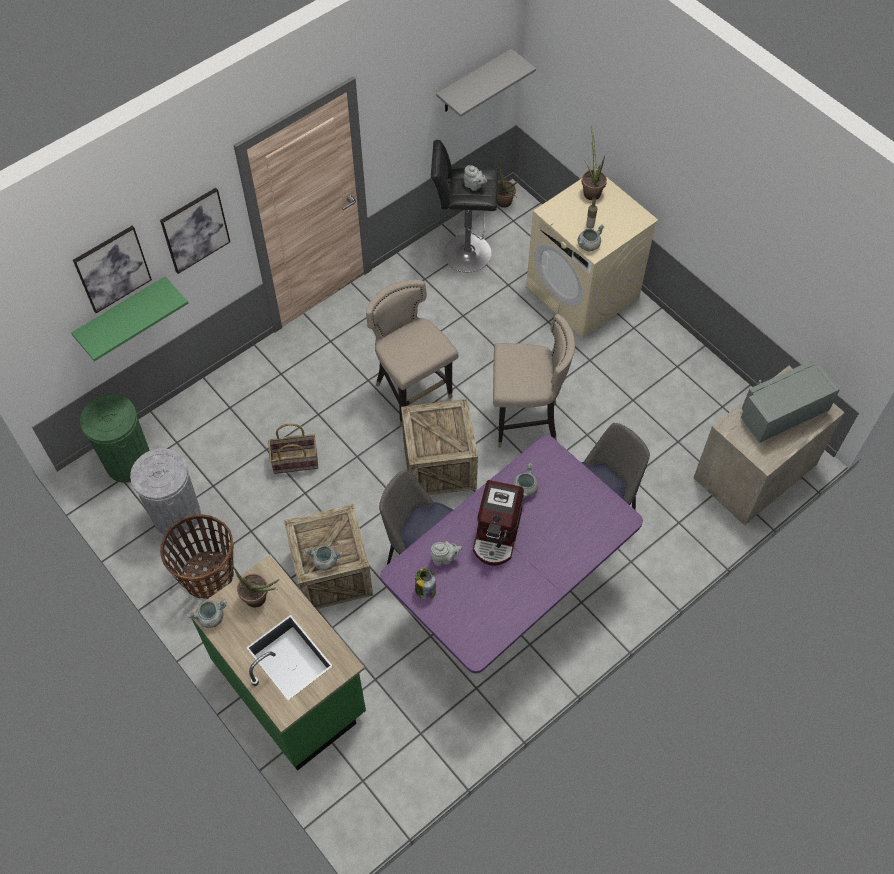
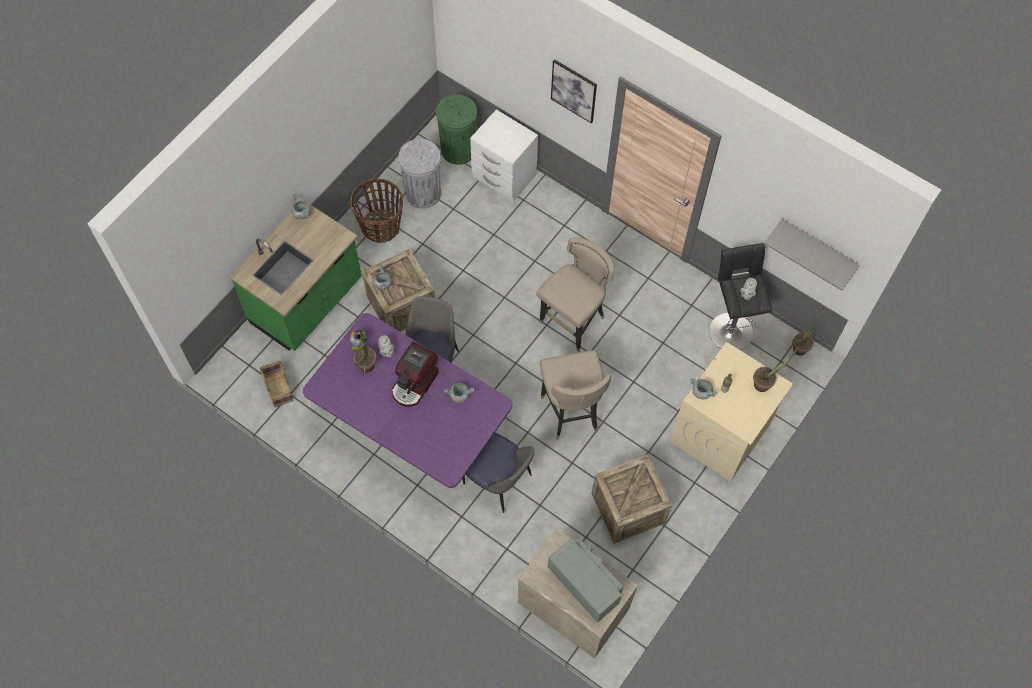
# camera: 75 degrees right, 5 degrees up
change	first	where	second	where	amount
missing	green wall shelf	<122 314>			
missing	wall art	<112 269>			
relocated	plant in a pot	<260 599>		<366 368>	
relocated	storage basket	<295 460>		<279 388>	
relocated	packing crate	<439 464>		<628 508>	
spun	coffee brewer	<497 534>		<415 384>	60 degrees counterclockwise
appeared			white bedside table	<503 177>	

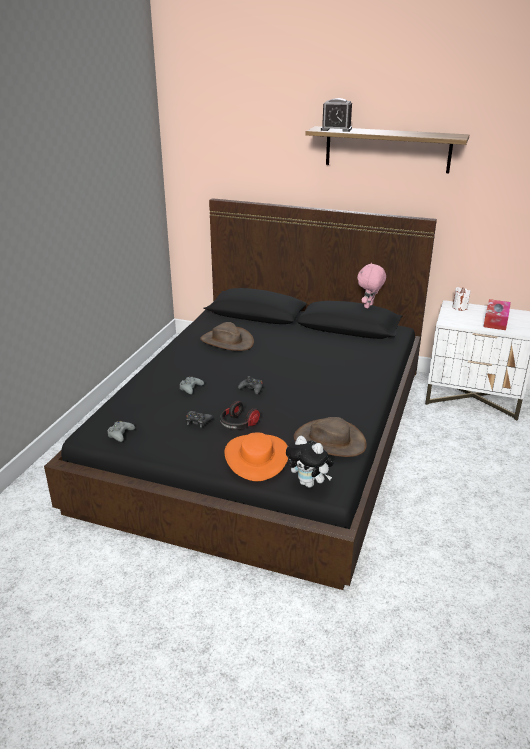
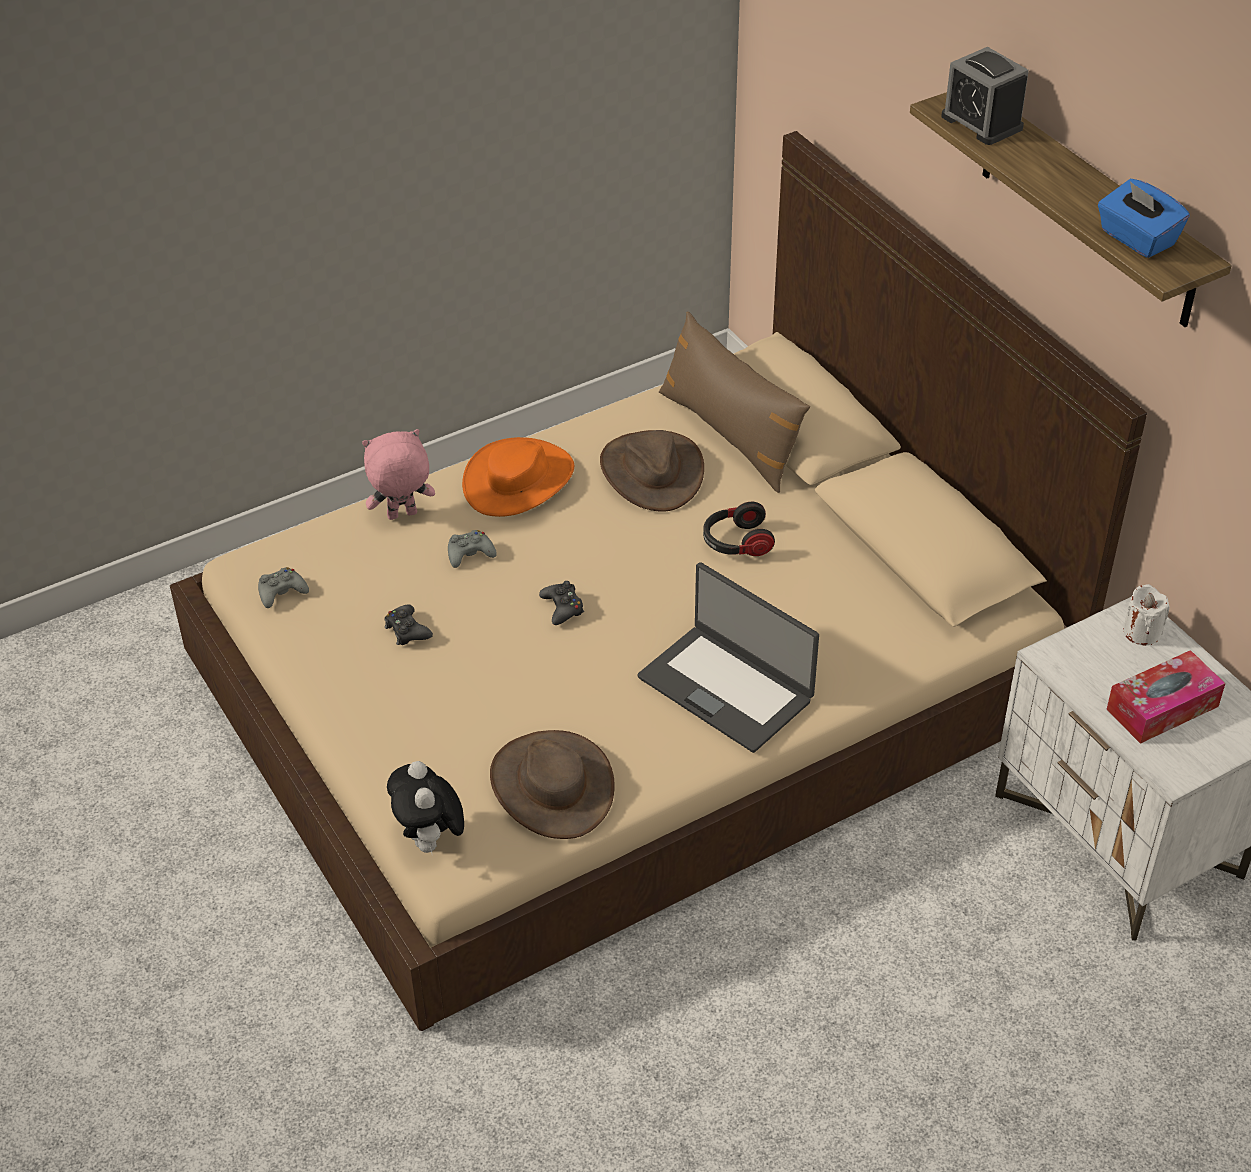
# camera: 40 degrees right, 15 degrees up
change	first	where	second	where	amount
colour	black-coloured bedroom bed	<266 432>	sand-coloured bedroom bed	<630 686>	
relocated	headset	<238 425>		<736 543>	
relocated	orange-coloured hat	<257 457>		<519 480>	
relocated	pink-coloured plush toy	<369 306>		<402 516>	
appeared			portable computer	<726 687>	
appeared			brown-coloured pillow	<730 435>	
appeared			blue-coloured tissue holder	<1136 239>	

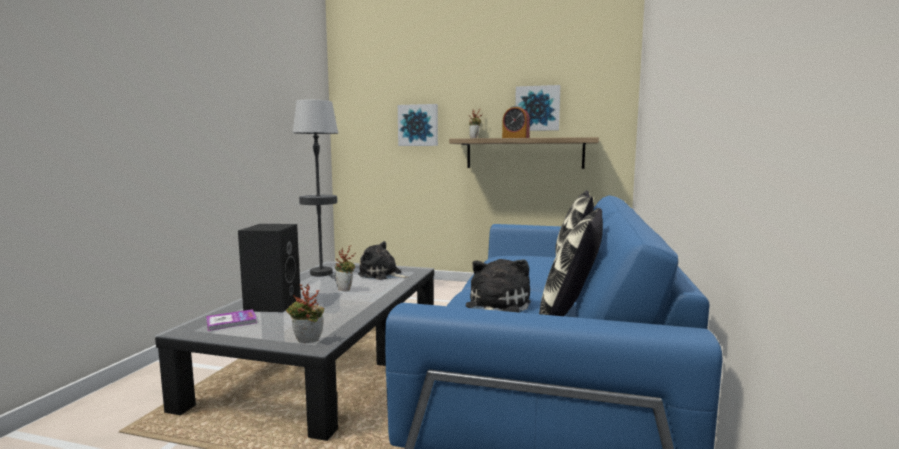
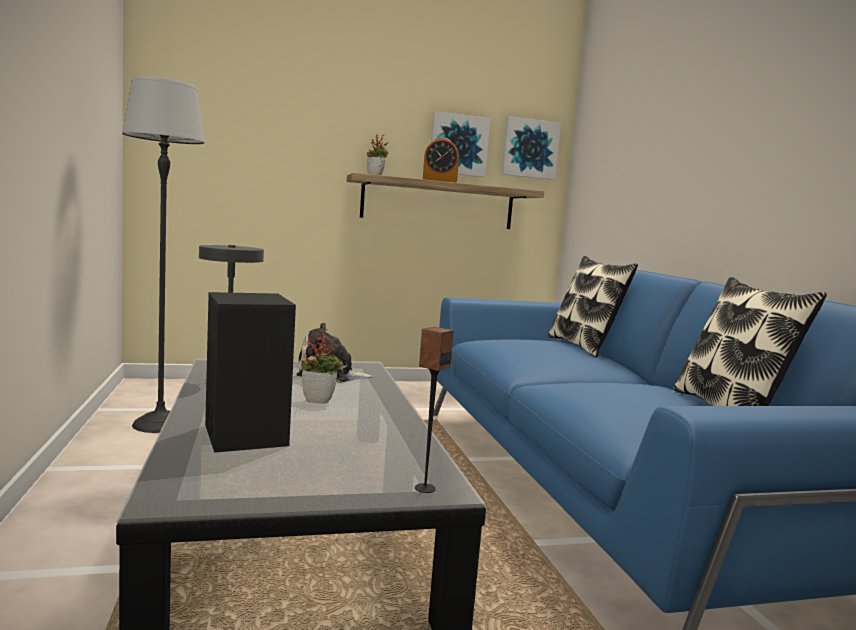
# camera: 30 degrees left, 0 degrees up
change	first	where	second	where	amount
missing	book	<231 321>			
exchanged	plant in a pot	<307 342>	speaker	<424 488>	
relocated	wall art	<418 125>		<529 148>	
missing	plush toy	<495 307>			

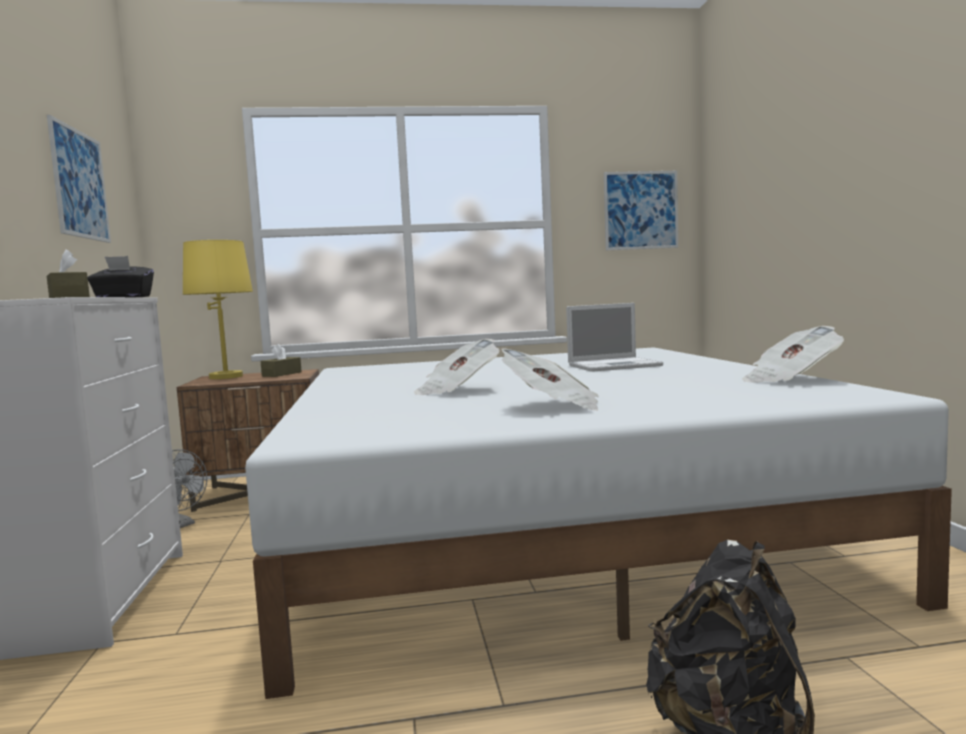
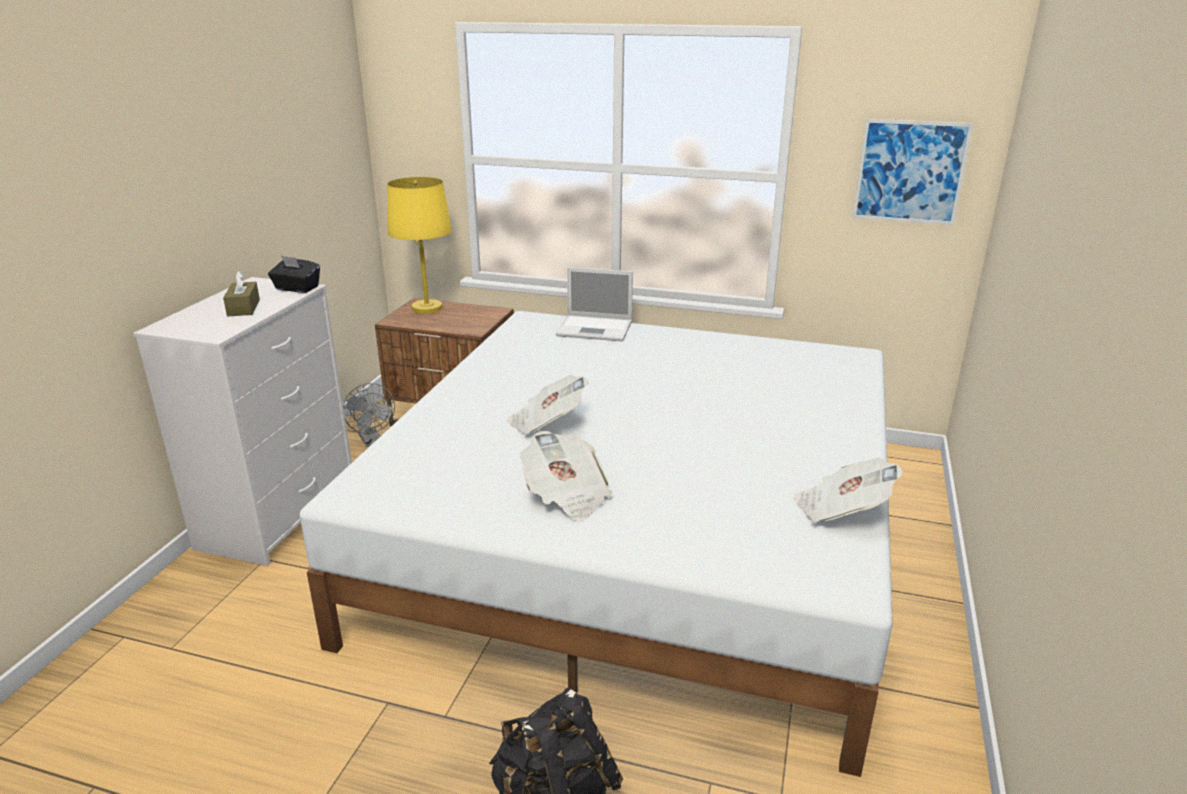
# camera: 25 degrees right, 20 degrees up
change	first	where	second	where	amount
missing	wall art	<80 184>			
missing	brown-coloured tissue holder	<282 374>			
relocated	portable computer	<615 365>		<596 329>	

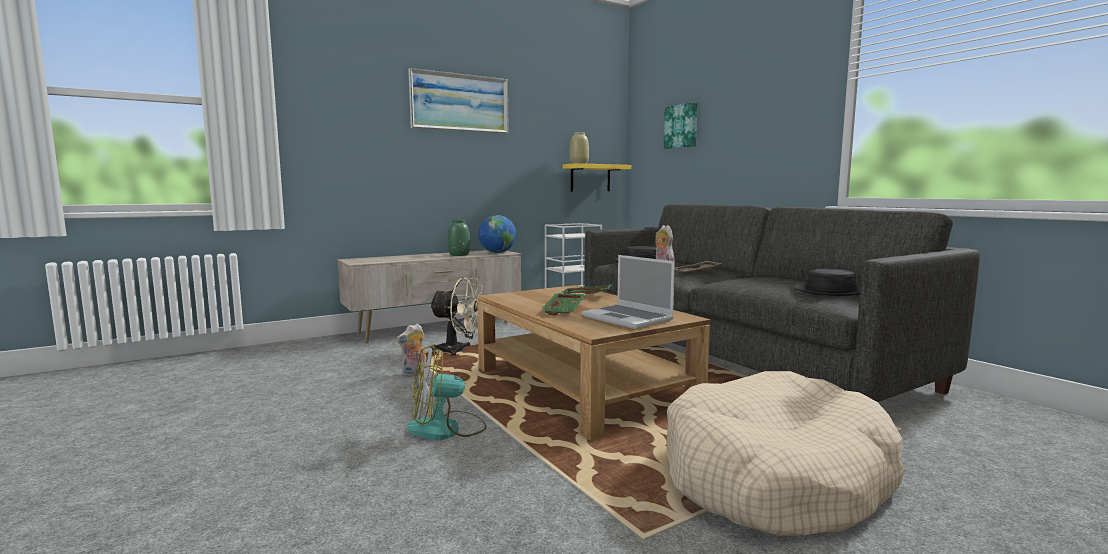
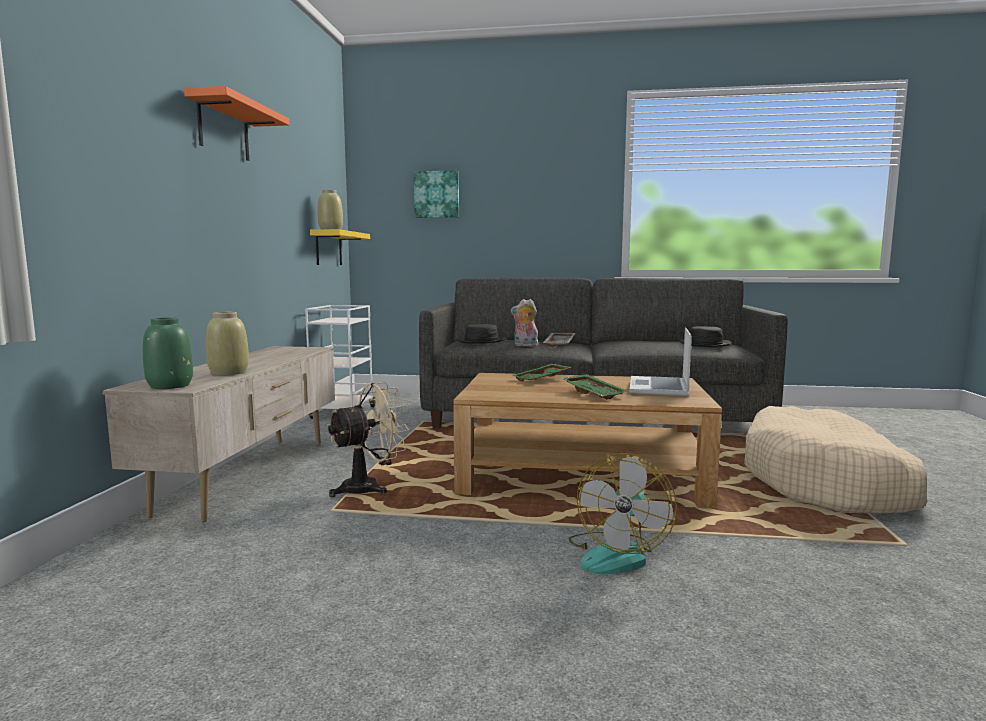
# camera: 50 degrees left, 0 degrees up
change	first	where	second	where	amount
missing	plush toy	<414 374>			
exchanged	wall art	<460 103>	orange-coloured wall shelf	<223 129>	
relocated	green decorative vase	<459 255>		<169 386>	
missing	globe	<497 253>			
spun	portable computer	<628 318>		<659 388>	105 degrees clockwise
appeared			sand-coloured decorative vase	<229 373>	

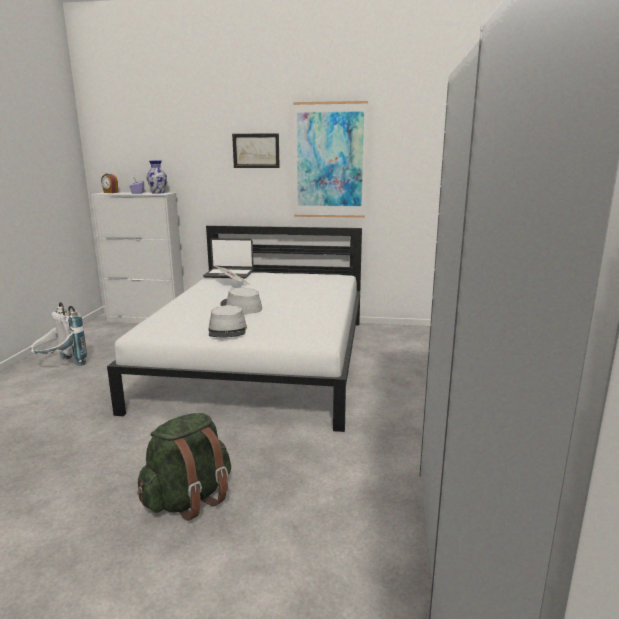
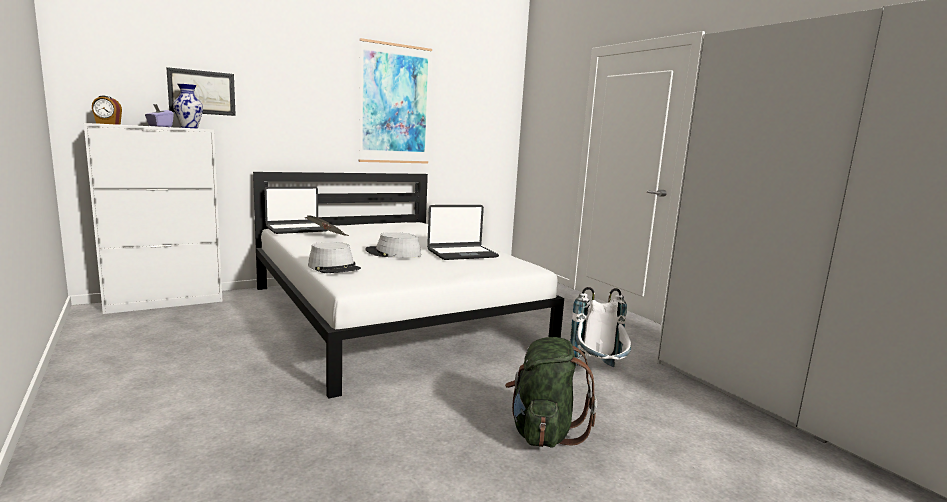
# camera: 40 degrees left, 5 degrees down
change	first	where	second	where	amount
relocated	white knapsack	<61 366>		<598 373>	
relocated	greyish hat	<227 330>		<334 267>	
relocated	wall art	<256 150>		<202 92>	
appeared			portable computer	<462 253>	

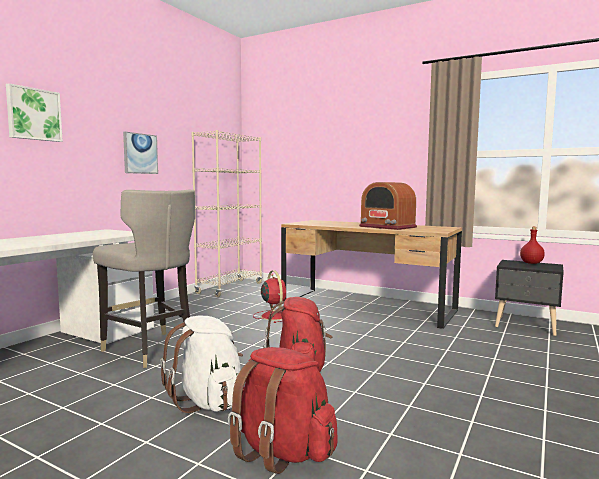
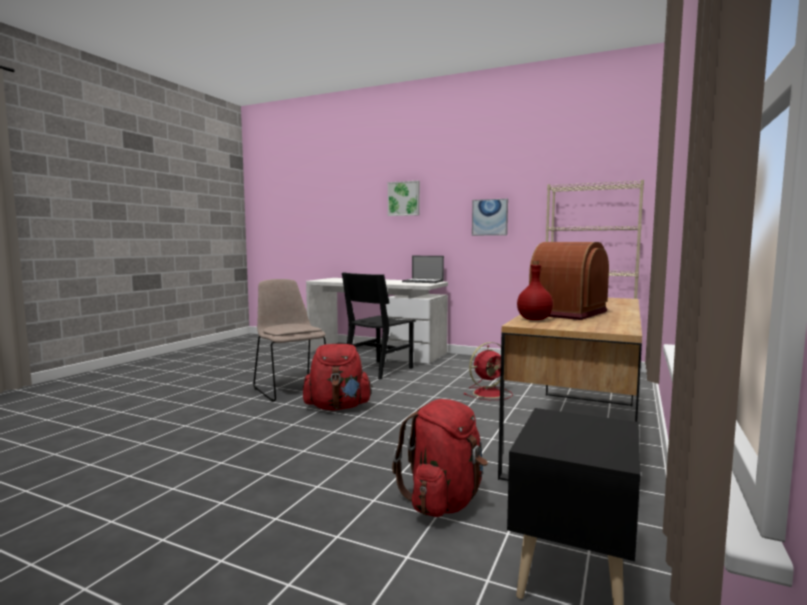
# camera: 85 degrees right, 0 degrees up
change	first	where	second	where	amount
exchanged	greyish stool	<151 350>	black-coloured upright chair	<379 369>	
exchanged	white knapsack	<208 401>	sand-coloured upright chair	<291 389>	
relocated	red-coloured knapsack	<282 452>		<444 501>	
relocated	red-coloured drink bottle	<531 263>		<533 319>	
appeared			portable computer	<423 281>	

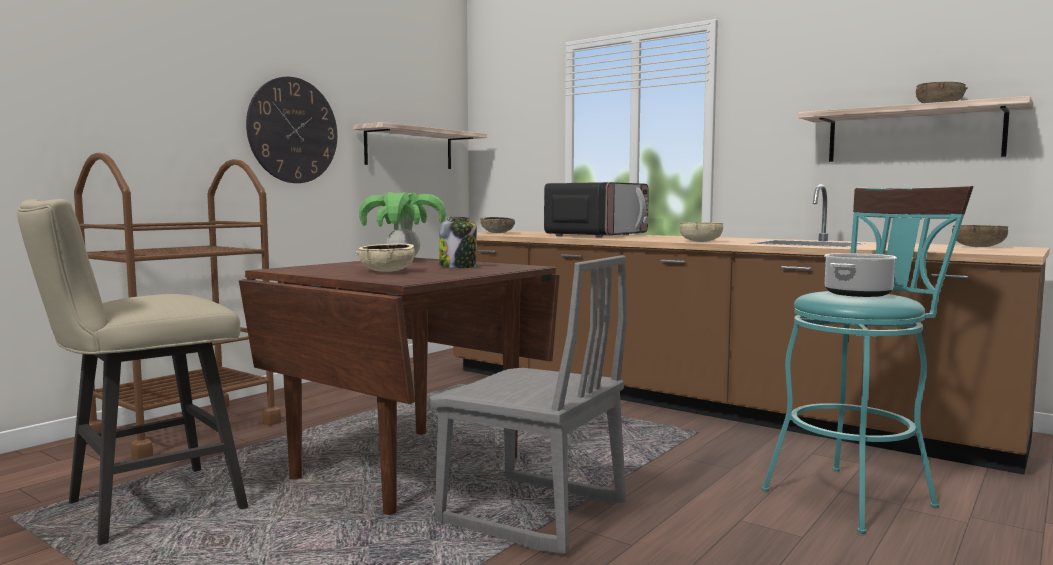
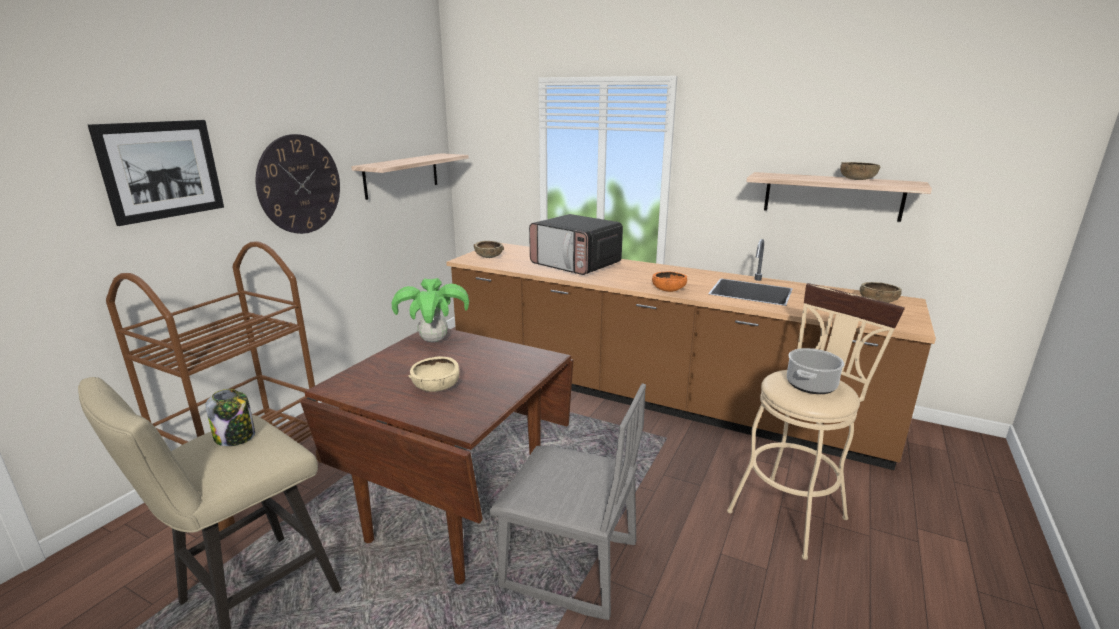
# camera: 10 degrees left, 15 degrees up
change	first	where	second	where	amount
relocated	storage jar	<458 266>		<236 437>	
spun	microwave oven	<597 235>		<576 264>	105 degrees clockwise
colour	sand-coloured bowl	<700 241>	orange-coloured bowl	<668 290>	
colour	blue-green stool	<856 495>	sand-coloured stool	<791 510>	
appeared			wall art	<162 170>	

